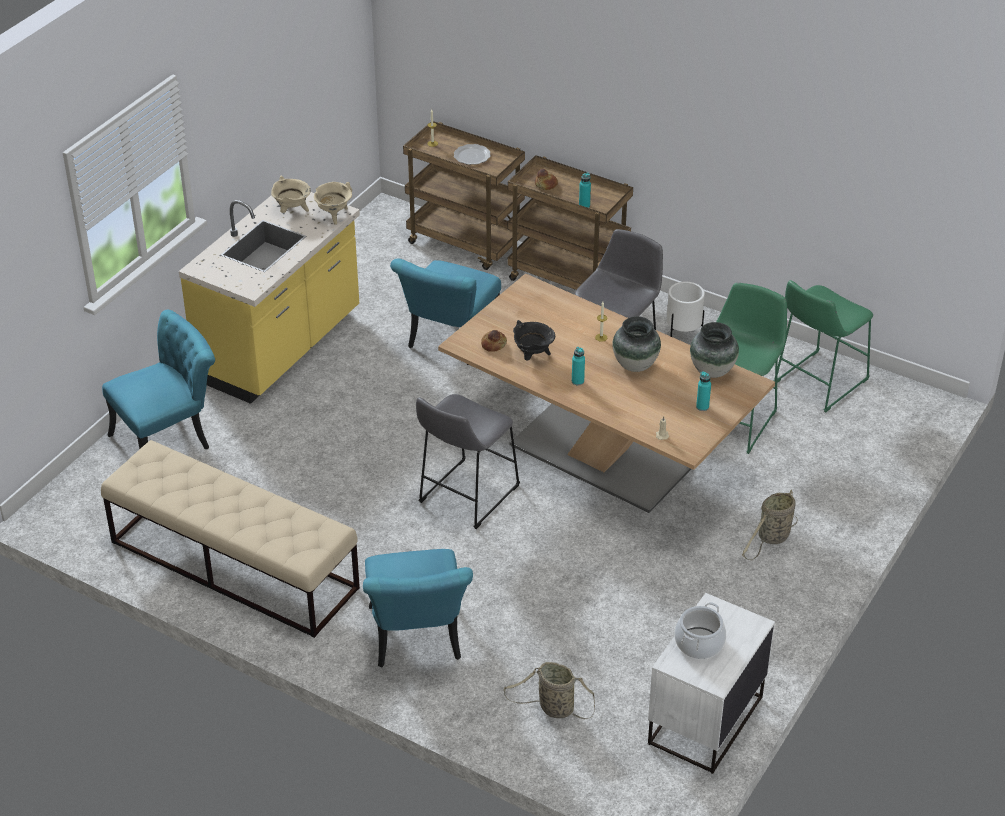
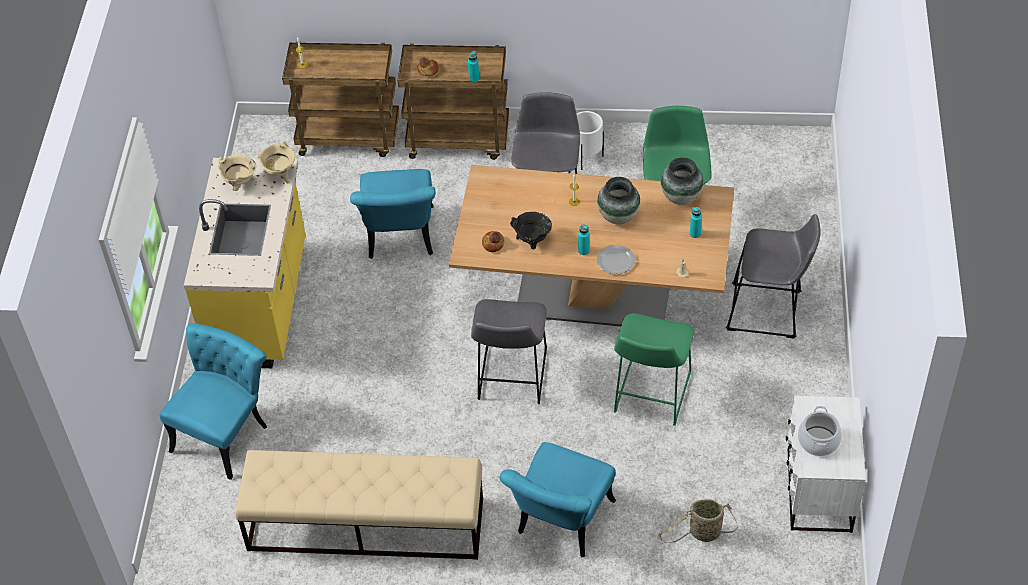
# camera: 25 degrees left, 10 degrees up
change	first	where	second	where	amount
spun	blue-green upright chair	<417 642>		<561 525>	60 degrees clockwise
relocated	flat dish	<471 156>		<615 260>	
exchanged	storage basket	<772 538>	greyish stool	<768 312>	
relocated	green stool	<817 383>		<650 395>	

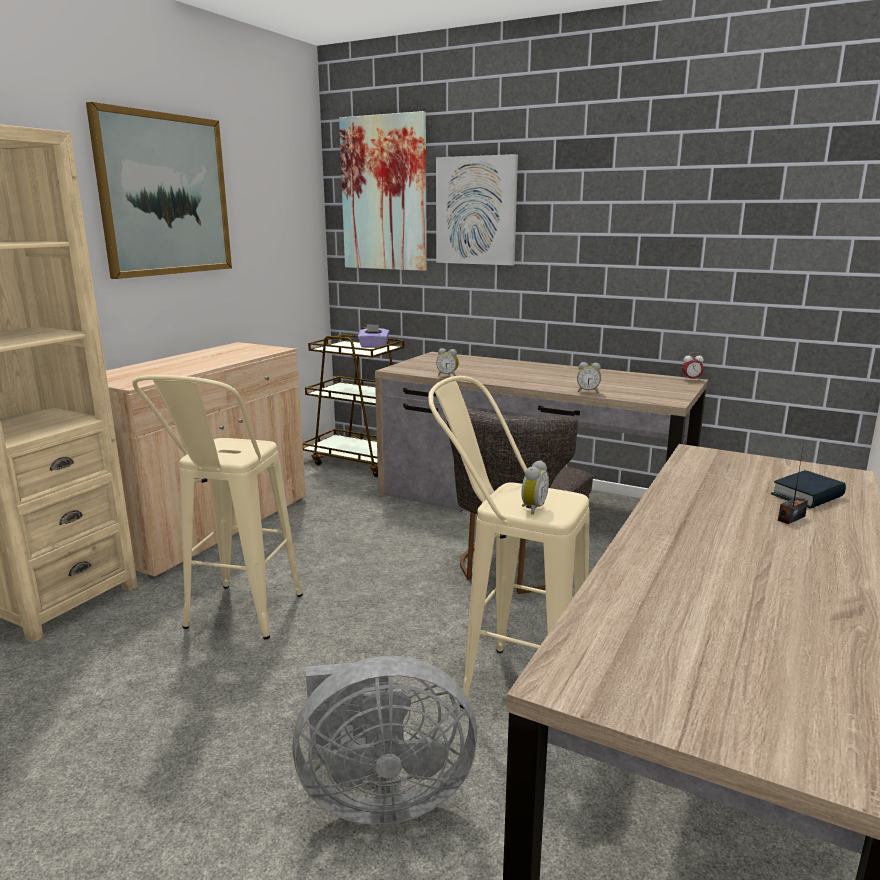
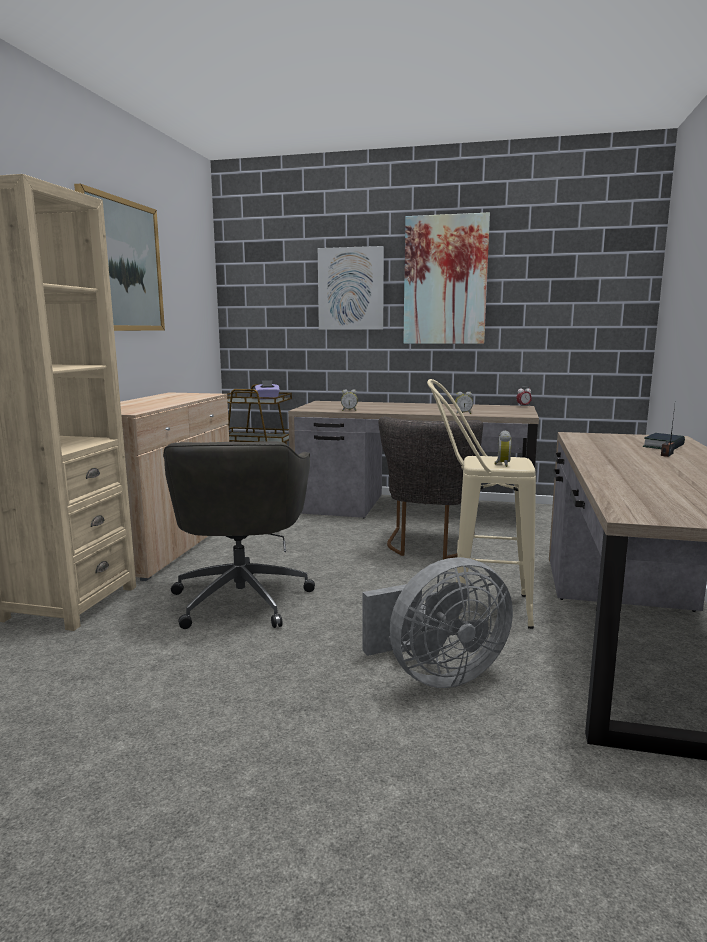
# camera: 15 degrees left, 5 degrees down
change	first	where	second	where	amount
exchanged	sand-coloured stool	<236 621>	greyish office chair	<242 598>	
relocated	wall art	<384 194>		<445 280>	

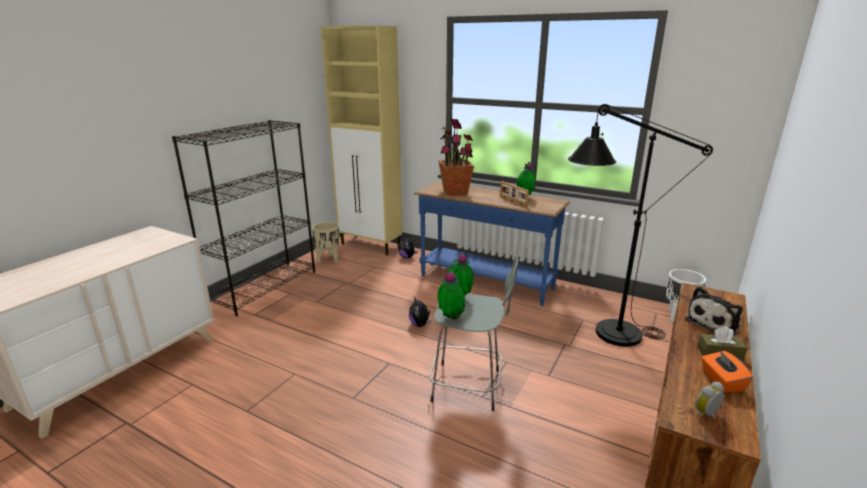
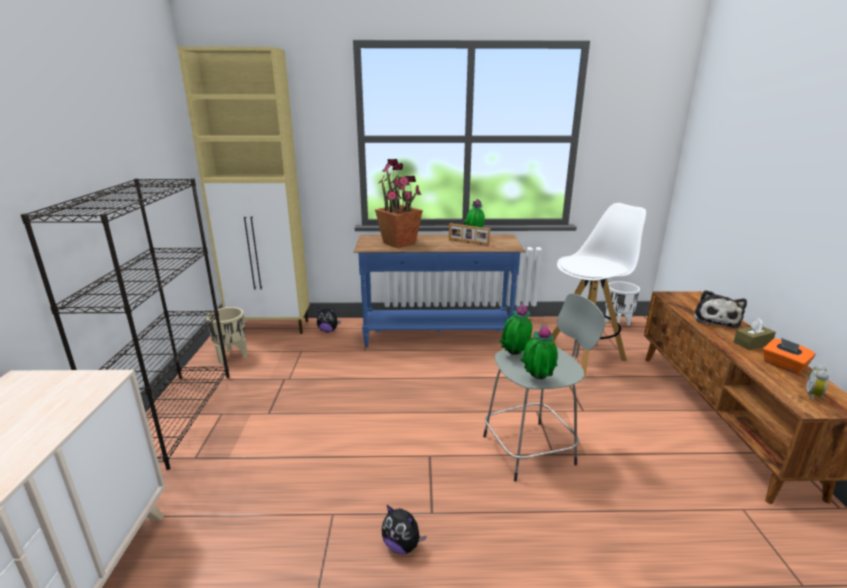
# camera: 30 degrees left, 0 degrees up
change	first	where	second	where	amount
relocated	plush toy	<420 324>		<402 545>	
exchanged	black-coloured standard lamp	<605 334>	white stool	<584 356>	

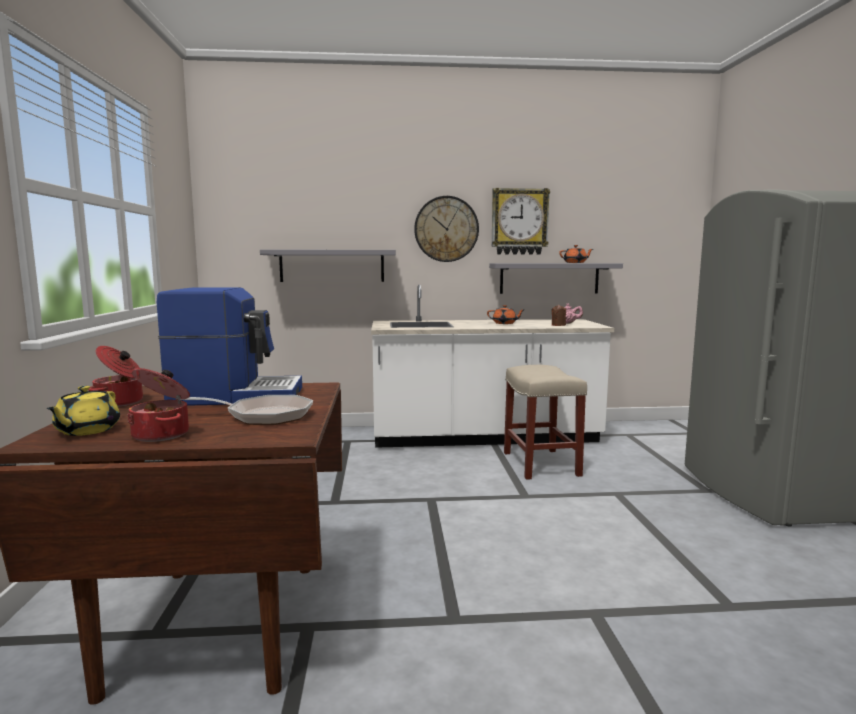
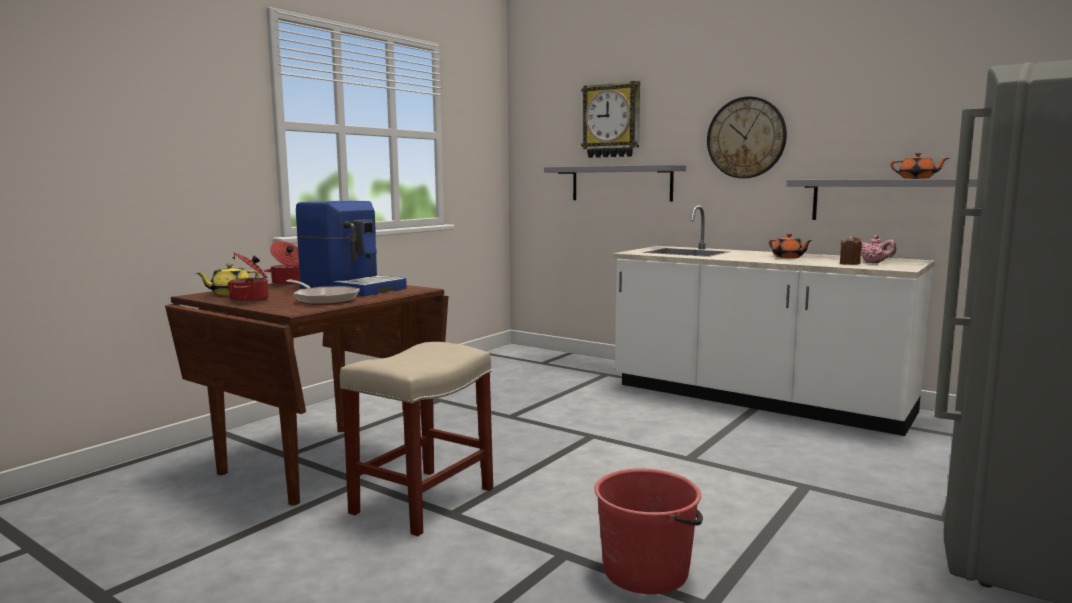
# camera: 40 degrees right, 0 degrees up
change	first	where	second	where	amount
relocated	clock on the wall	<519 222>		<611 120>	
relocated	sand-coloured stool	<541 464>		<422 501>	
appeared			red-coloured water bucket	<647 571>	

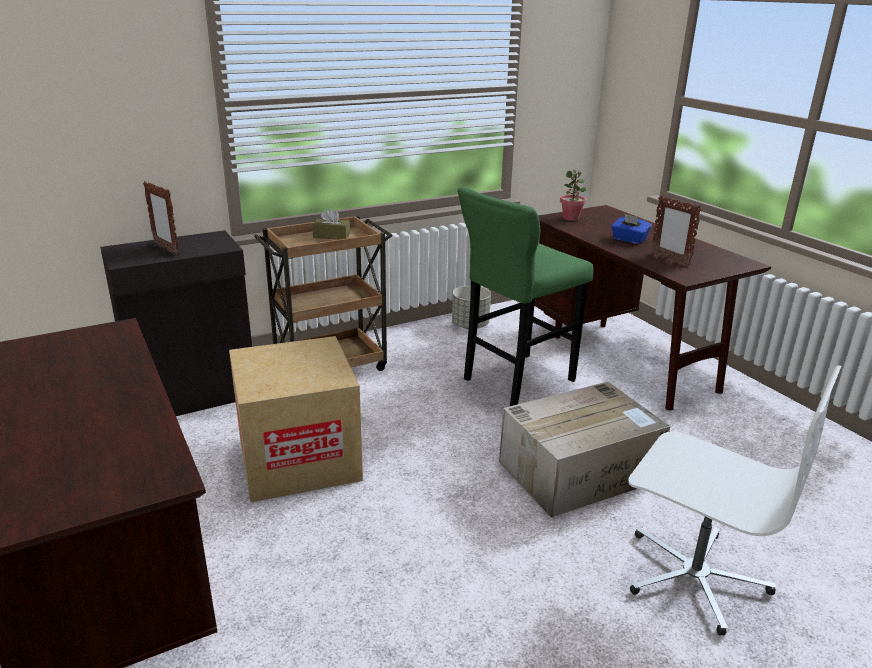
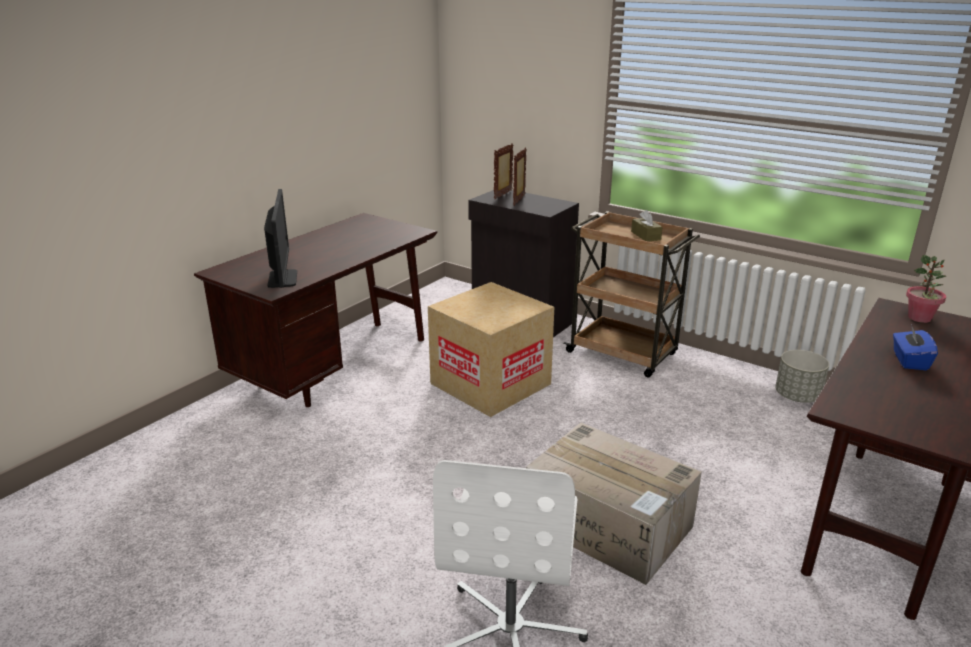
# camera: 65 degrees right, 0 degrees up
change	first	where	second	where	amount
missing	green stool	<515 382>			
relocated	photo frame	<670 259>		<503 195>	
appeared			computer display	<282 278>	

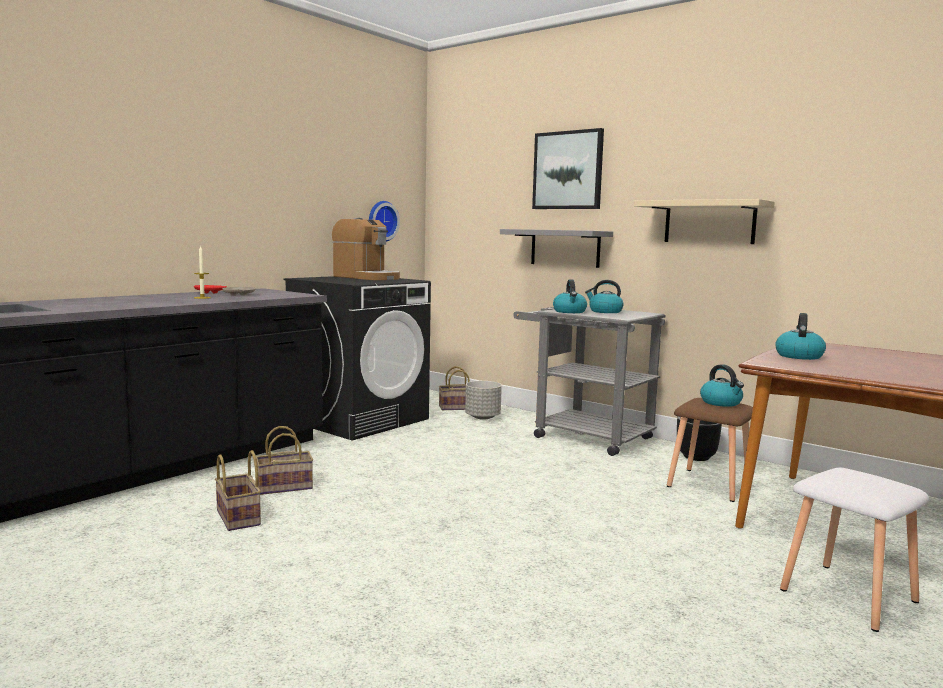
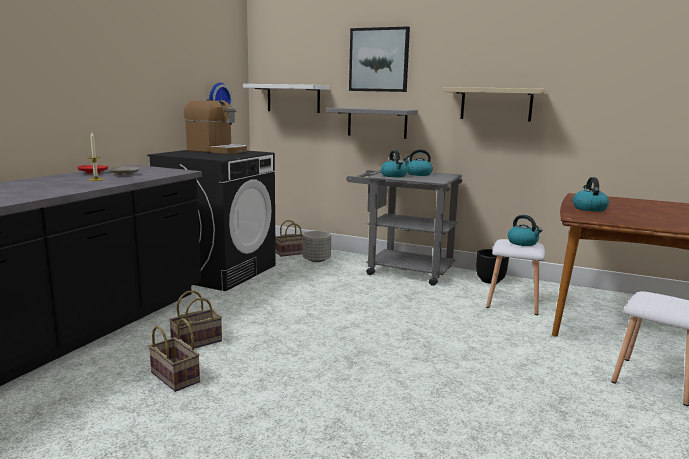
# camera: 15 degrees left, 5 degrees up
change	first	where	second	where	amount
colour	brown-coloured stool	<708 484>	white stool	<512 302>	
appeared			white wall shelf	<293 98>	

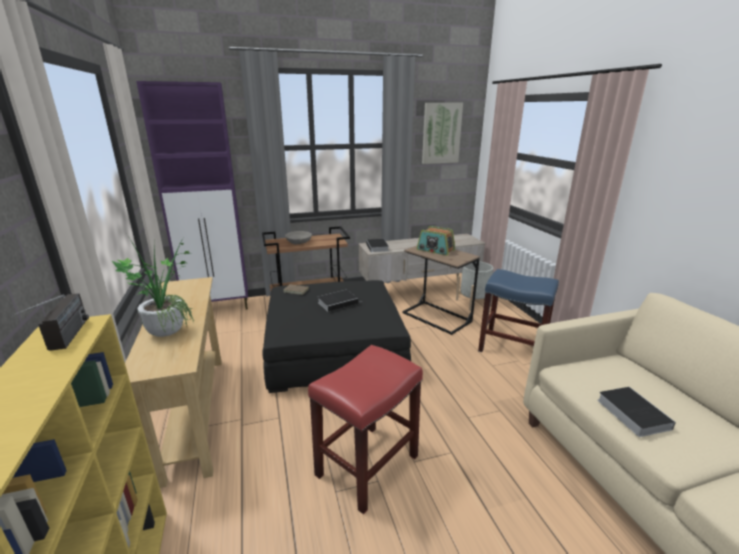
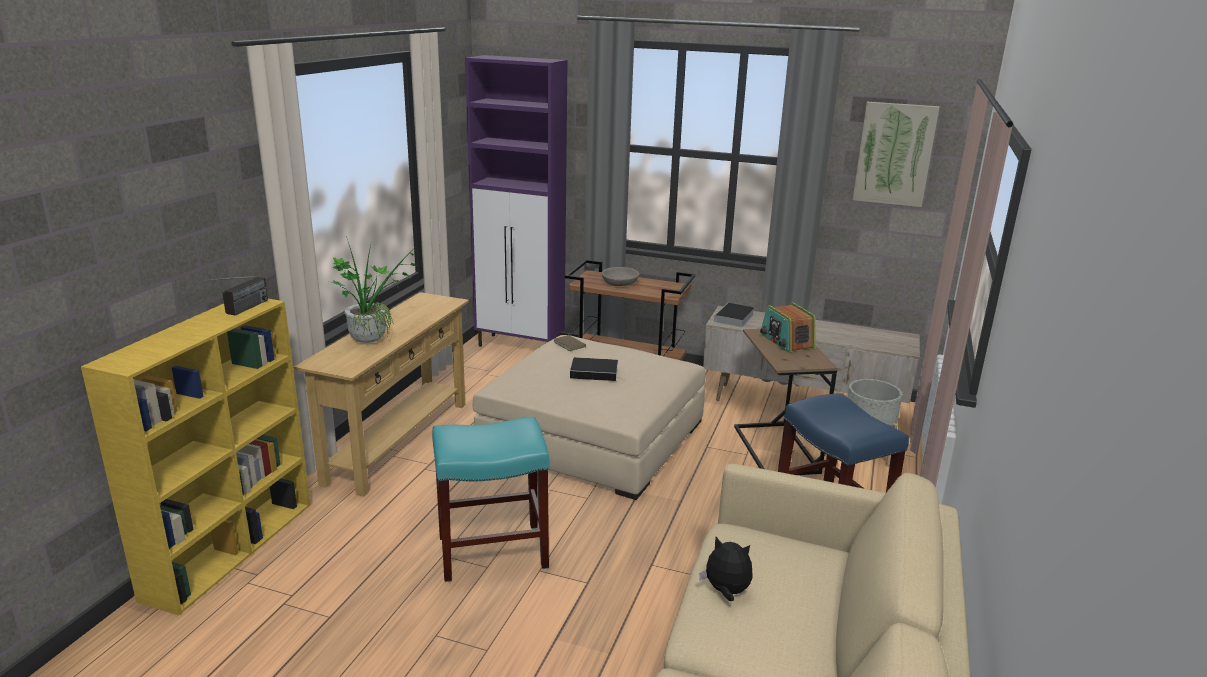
# camera: 35 degrees right, 0 degrees up
change	first	where	second	where	amount
colour	black-coloured ottoman	<334 349>	sand-coloured ottoman	<593 436>	
colour	red-coloured stool	<367 464>	blue-green stool	<493 551>	
exchanged	book	<630 413>	plush toy	<726 592>	

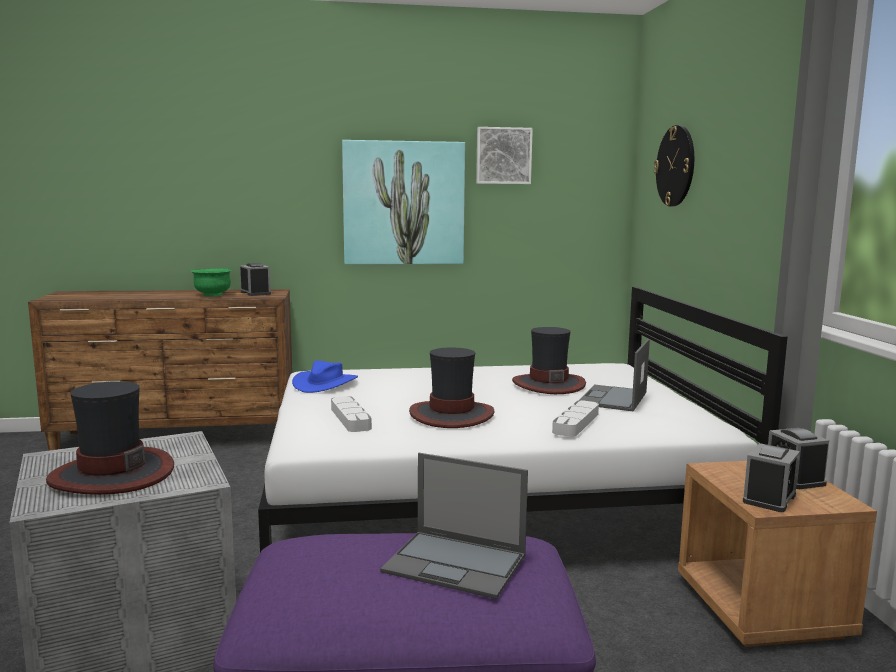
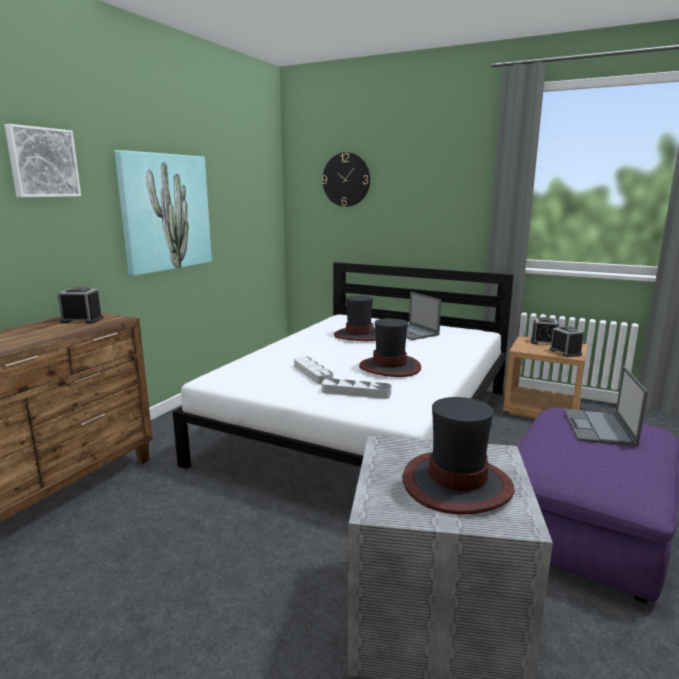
# camera: 55 degrees left, 5 degrees up
change	first	where	second	where	amount
missing	green bowl	<212 295>			
missing	blue-coloured hat	<325 383>			
spun	portable computer	<456 564>		<599 428>	135 degrees clockwise
relocated	wall art	<503 156>		<42 162>	
relocated	greyish carrying tray	<576 423>		<312 373>	

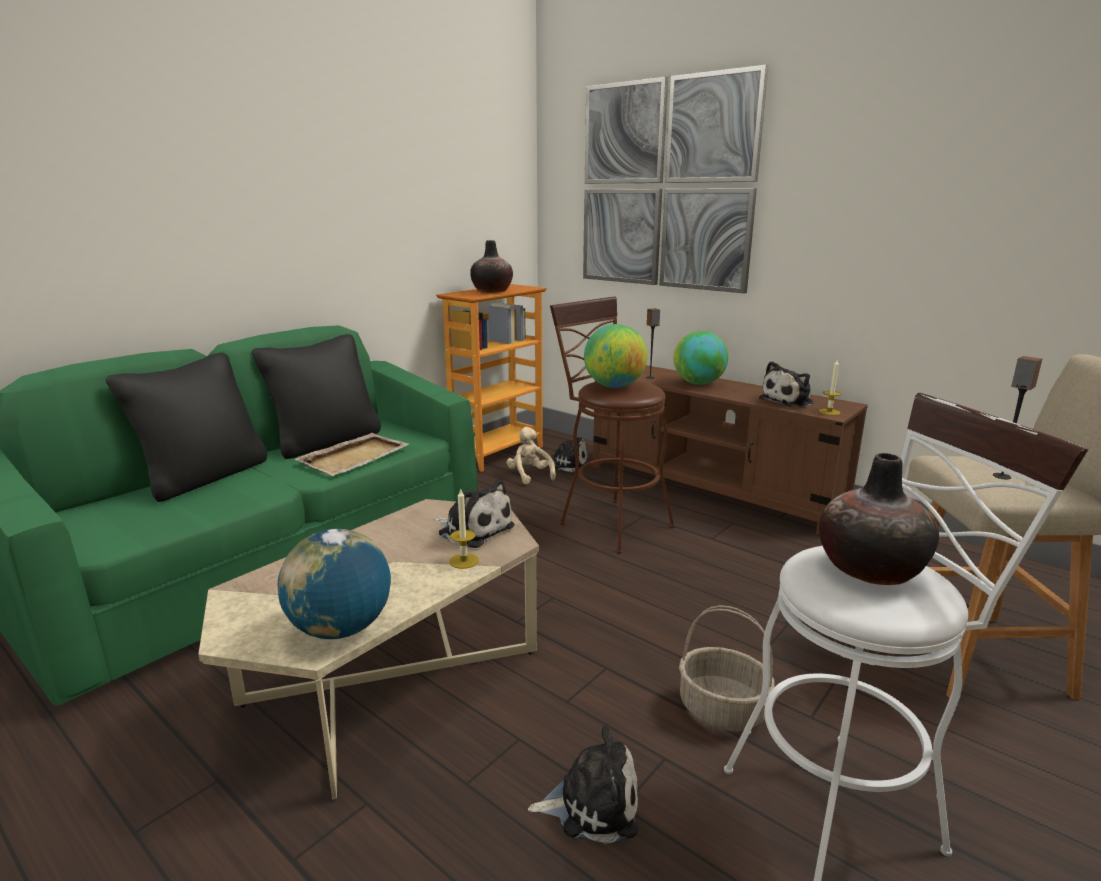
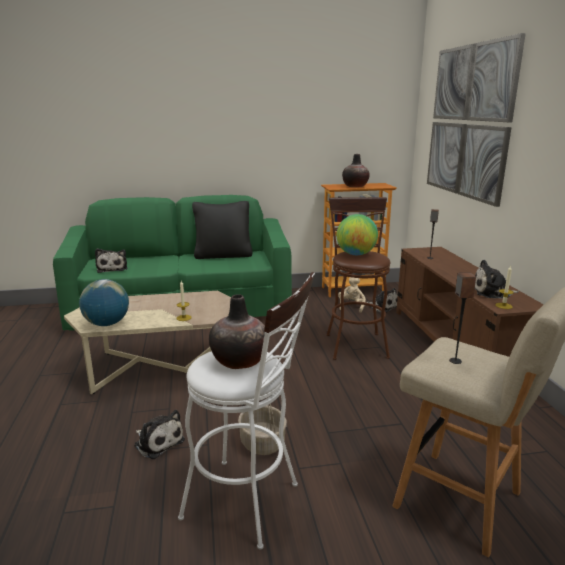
# camera: 40 degrees right, 0 degrees up
change	first	where	second	where	amount
missing	black-coloured pillow	<204 477>			
missing	sand-coloured carrying tray	<355 457>			
relocated	plush toy	<473 530>		<112 268>	
missing	globe	<698 383>			

